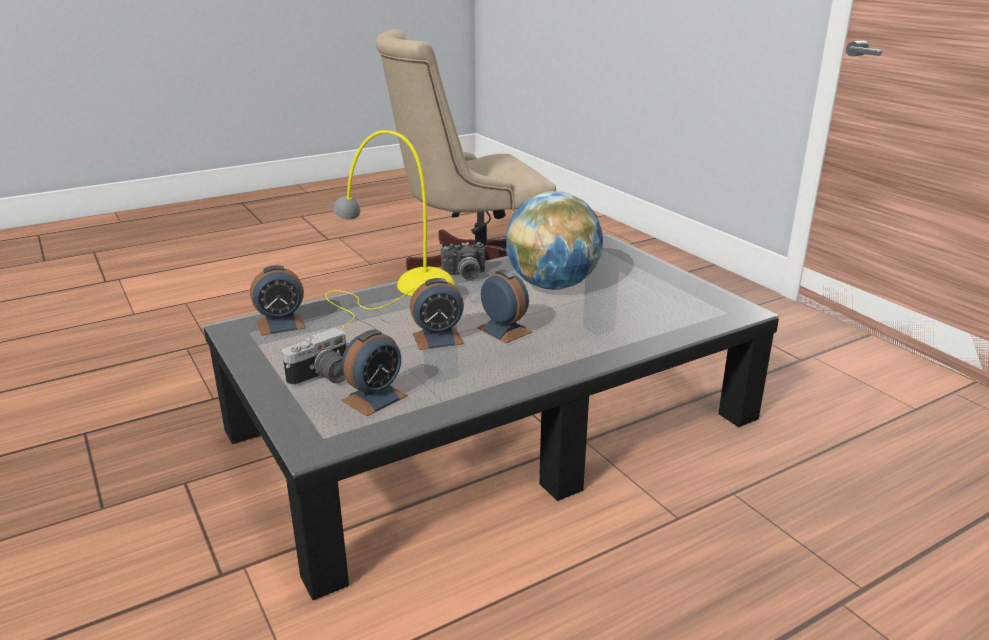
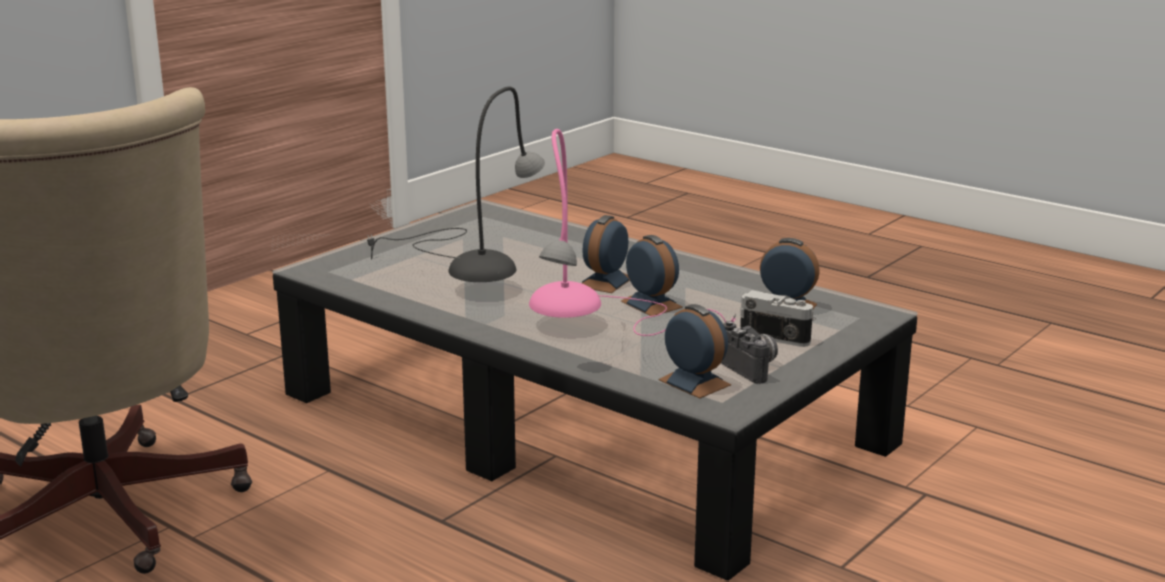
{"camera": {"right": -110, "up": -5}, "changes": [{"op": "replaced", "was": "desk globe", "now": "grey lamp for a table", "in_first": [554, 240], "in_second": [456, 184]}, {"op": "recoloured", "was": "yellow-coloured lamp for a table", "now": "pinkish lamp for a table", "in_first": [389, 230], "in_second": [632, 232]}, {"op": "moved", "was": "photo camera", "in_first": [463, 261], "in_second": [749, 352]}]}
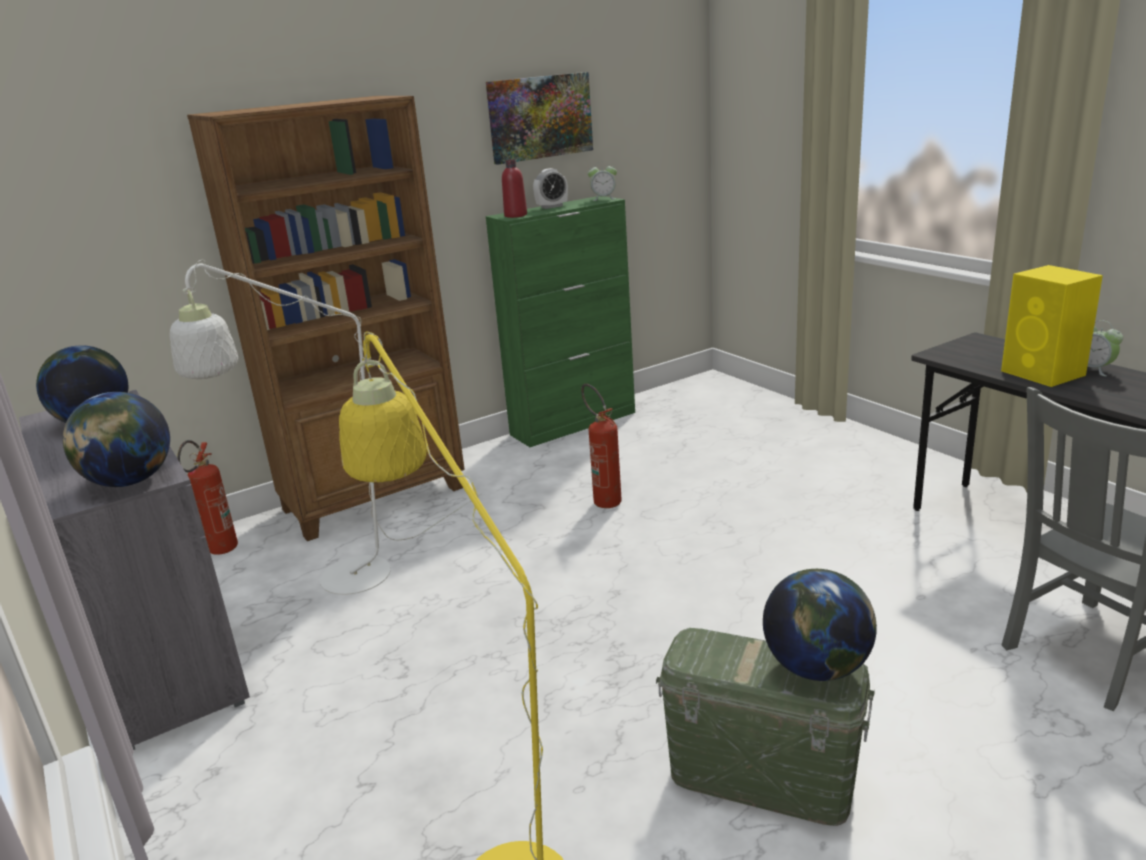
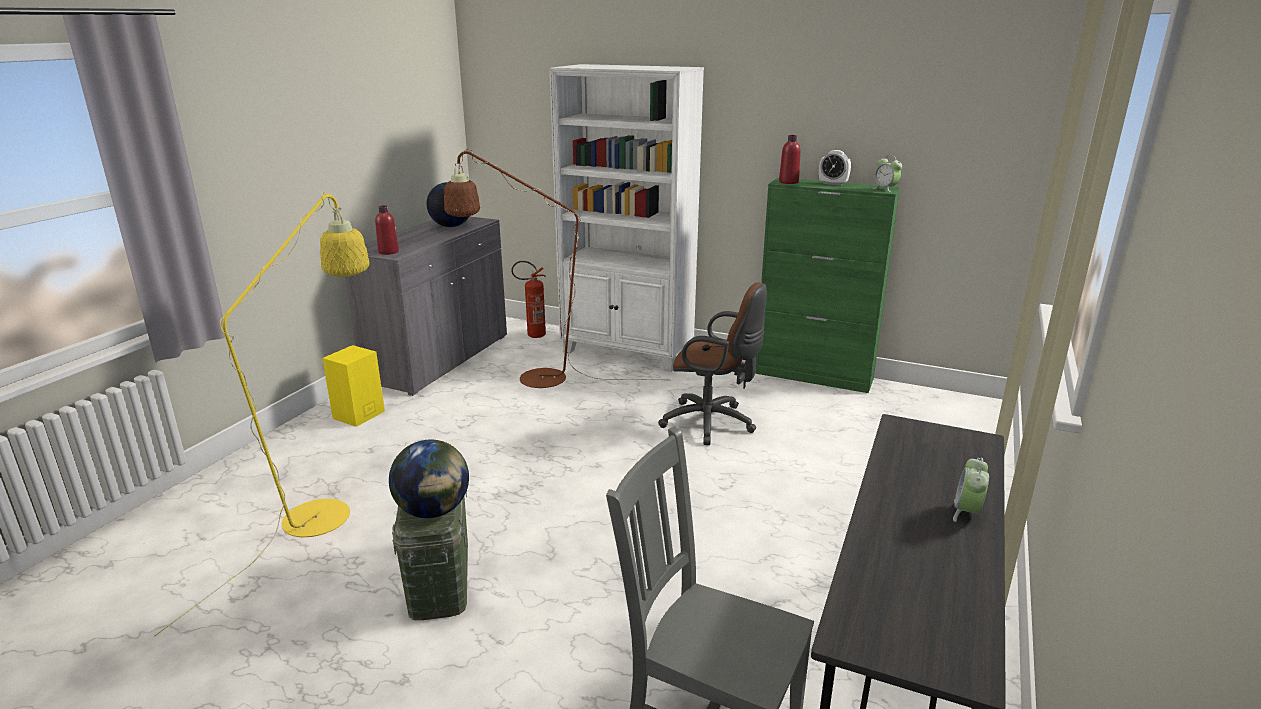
{"camera": {"right": 55, "up": 0}, "changes": [{"op": "moved", "was": "yellow-coloured speaker", "in_first": [1052, 326], "in_second": [353, 386]}, {"op": "replaced", "was": "desk globe", "now": "reddish drink bottle", "in_first": [116, 439], "in_second": [387, 230]}, {"op": "recoloured", "was": "white standing lamp", "now": "brown standing lamp", "in_first": [325, 427], "in_second": [550, 268]}, {"op": "recoloured", "was": "brown shelving unit", "now": "white shelving unit", "in_first": [326, 318], "in_second": [626, 218]}, {"op": "replaced", "was": "fire extinguisher", "now": "brown computer chair", "in_first": [601, 446], "in_second": [712, 363]}, {"op": "removed", "was": "picture", "in_first": [539, 118]}]}
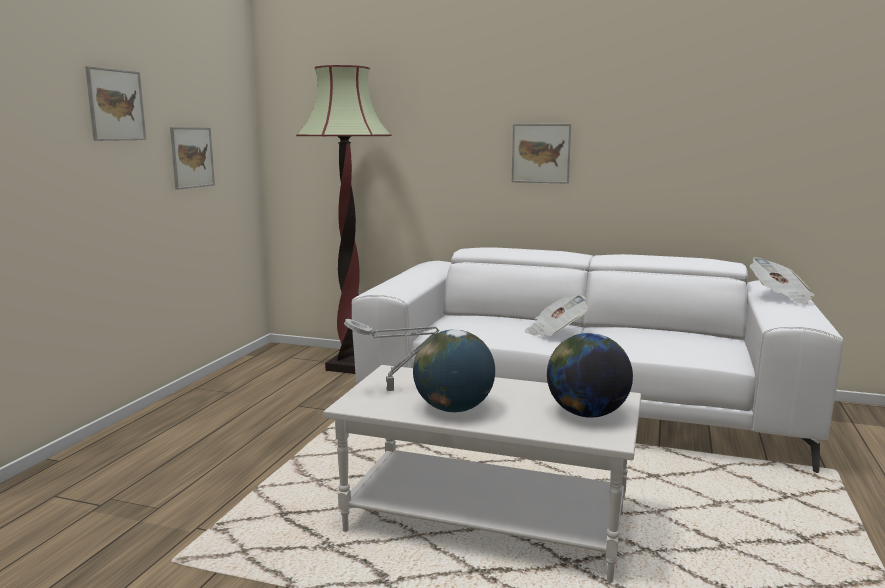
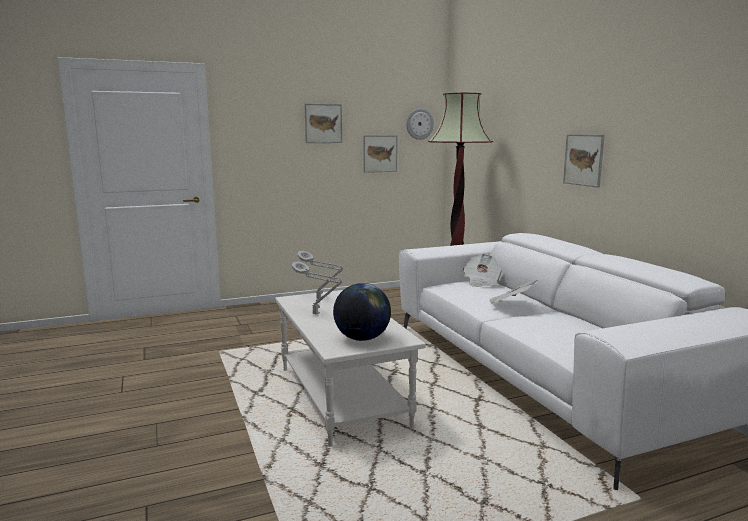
{"camera": {"right": 50, "up": 0}, "changes": [{"op": "replaced", "was": "desk globe", "now": "grey lamp for a table", "in_first": [454, 370], "in_second": [316, 288]}, {"op": "added", "now": "clock on the wall", "in_second": [420, 124]}, {"op": "moved", "was": "newspaper", "in_first": [782, 281], "in_second": [483, 270]}]}
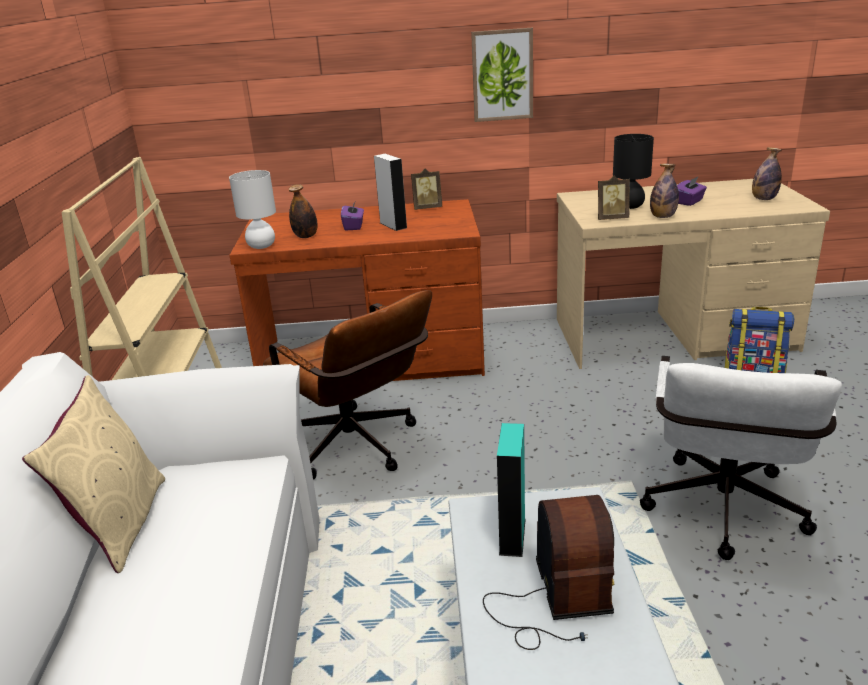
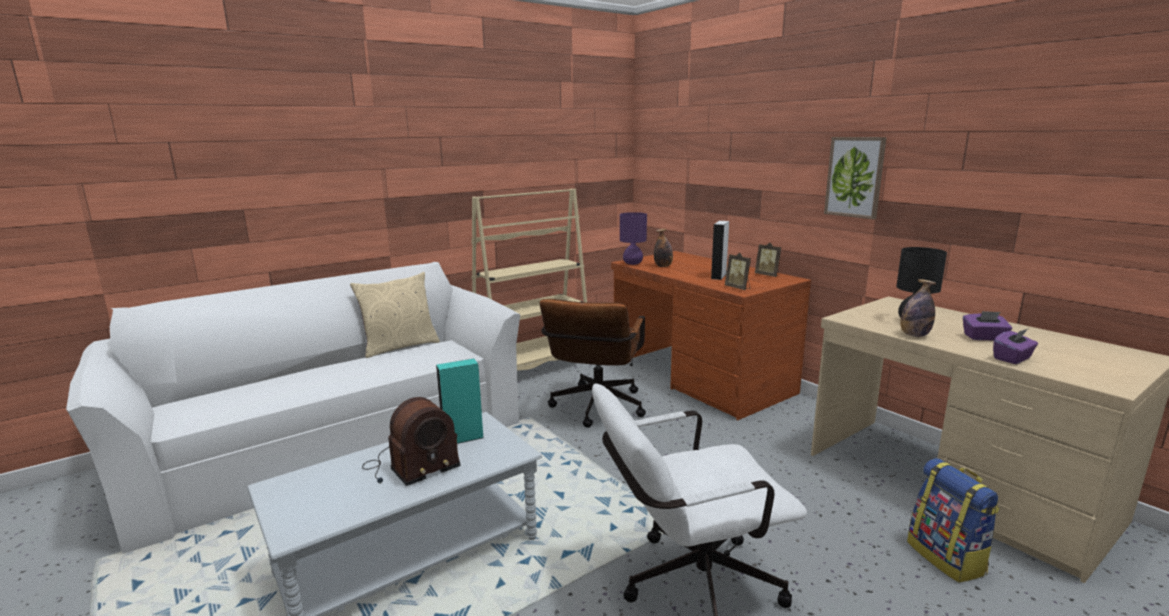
{"camera": {"right": 55, "up": -10}, "changes": [{"op": "recoloured", "was": "white lamp for a table", "now": "purplish lamp for a table", "in_first": [252, 209], "in_second": [633, 238]}, {"op": "moved", "was": "standing frame", "in_first": [614, 198], "in_second": [738, 271]}, {"op": "moved", "was": "purplish tissue box", "in_first": [352, 215], "in_second": [1015, 346]}, {"op": "removed", "was": "drink bottle", "in_first": [767, 173]}]}
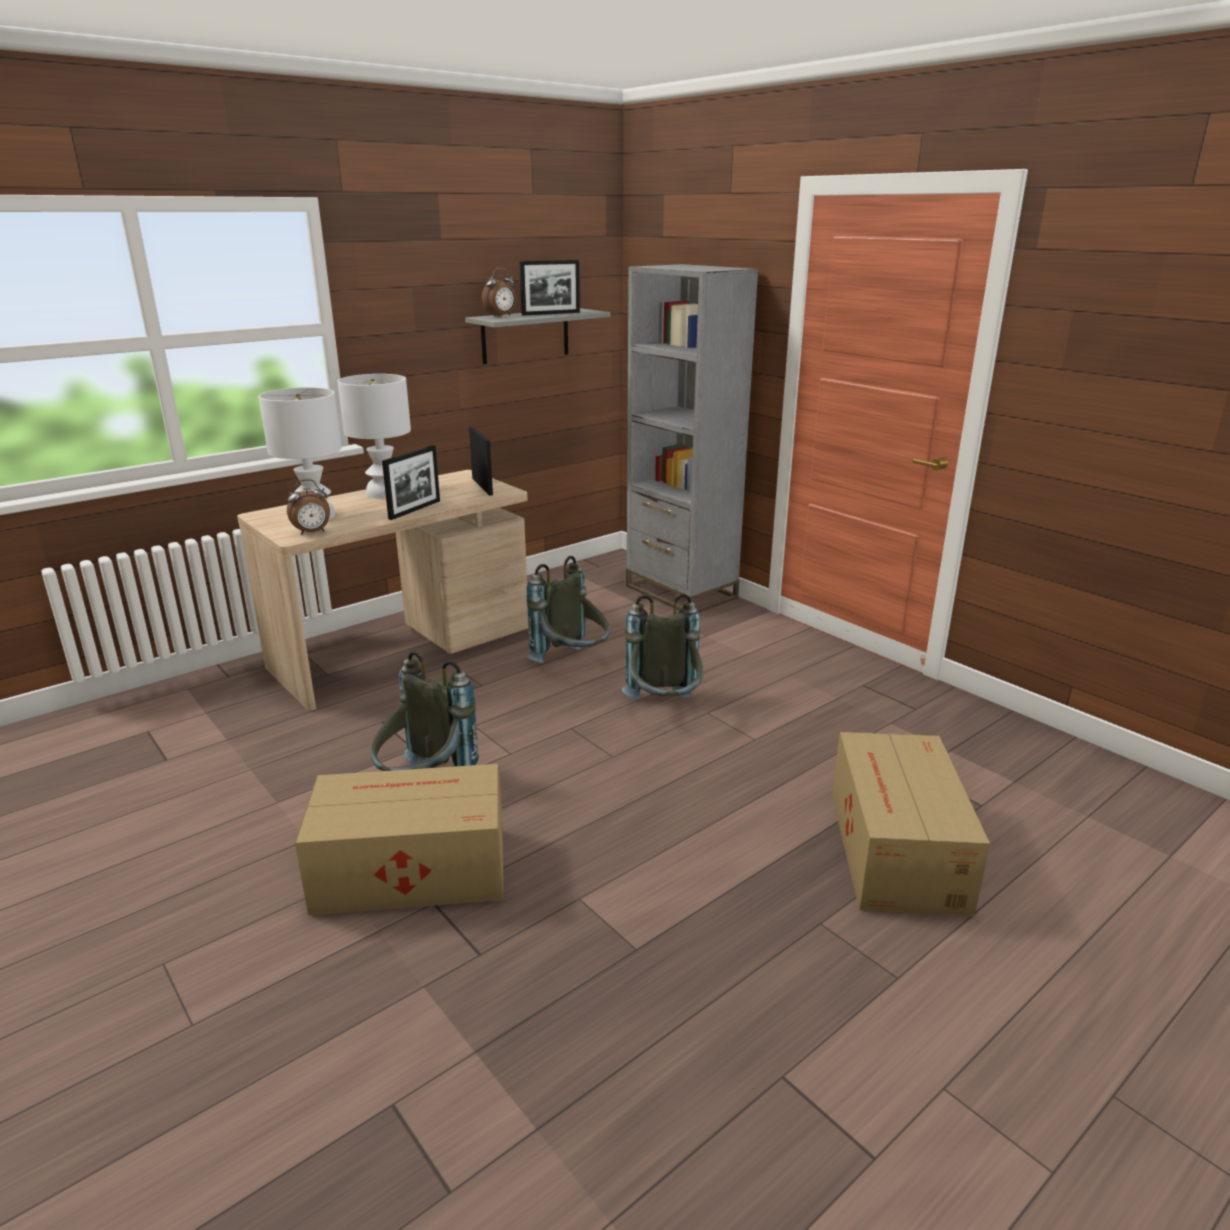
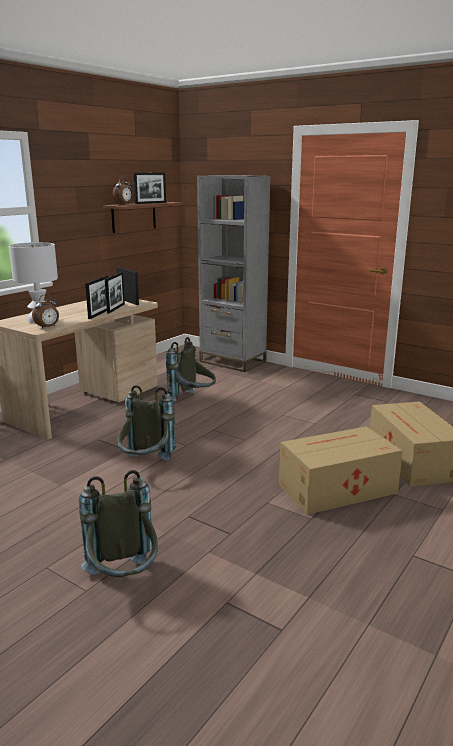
{"camera": {"right": -15, "up": -5}, "changes": [{"op": "moved", "was": "grey knapsack", "in_first": [662, 647], "in_second": [118, 523]}, {"op": "recoloured", "was": "grey shelf", "now": "brown shelf", "in_first": [537, 336], "in_second": [143, 217]}, {"op": "added", "now": "standing frame", "in_second": [115, 292]}, {"op": "moved", "was": "packing box", "in_first": [399, 840], "in_second": [341, 470]}, {"op": "removed", "was": "white lamp for a table", "in_first": [374, 436]}]}
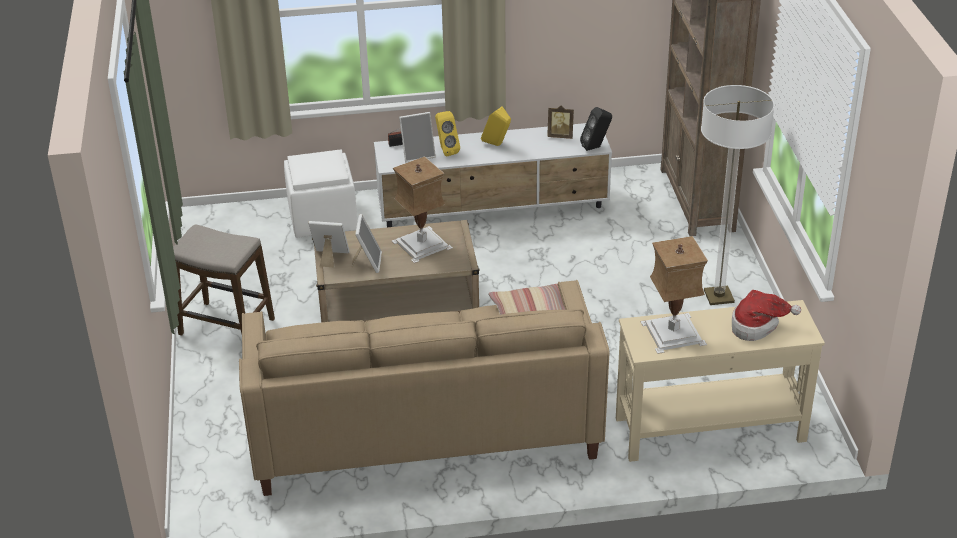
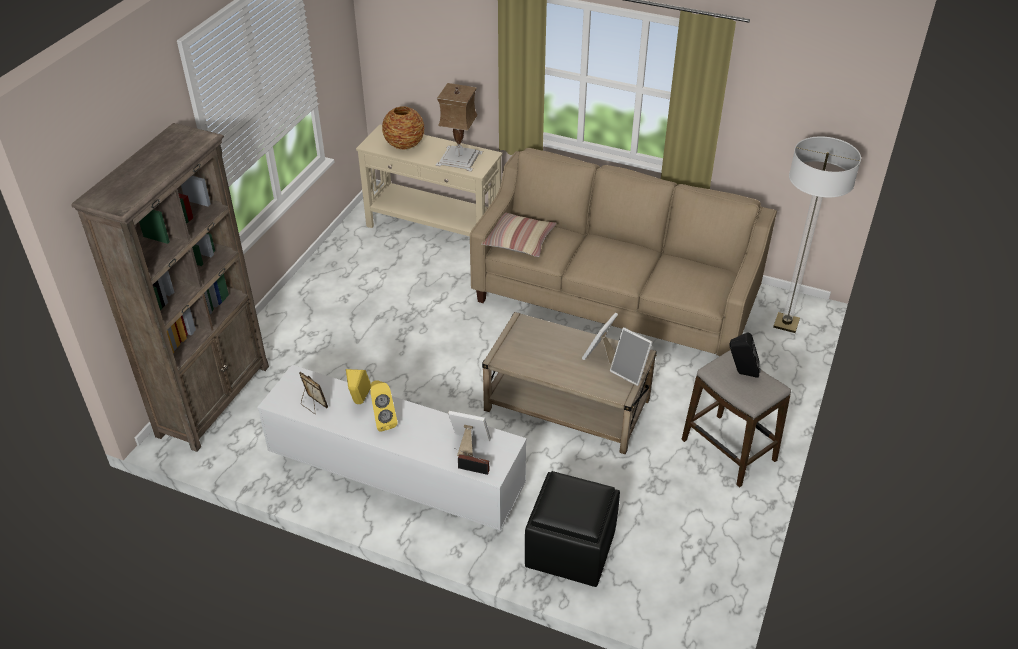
{"camera": {"right": -150, "up": 5}, "changes": [{"op": "moved", "was": "yellow-coloured speaker", "in_first": [447, 133], "in_second": [358, 386]}, {"op": "replaced", "was": "wearable hat", "now": "flower vase", "in_first": [766, 315], "in_second": [403, 128]}, {"op": "recoloured", "was": "white pouffe", "now": "black-coloured pouffe", "in_first": [320, 194], "in_second": [572, 529]}, {"op": "moved", "was": "black-coloured speaker", "in_first": [596, 129], "in_second": [745, 355]}, {"op": "moved", "was": "standing lamp", "in_first": [738, 195], "in_second": [817, 234]}, {"op": "removed", "was": "lamp for a table", "in_first": [422, 209]}]}
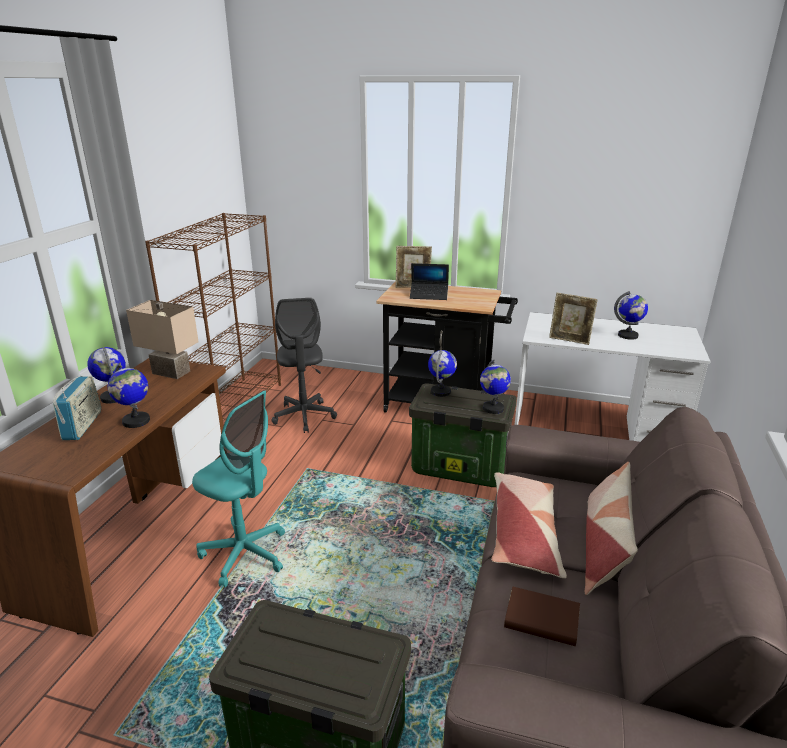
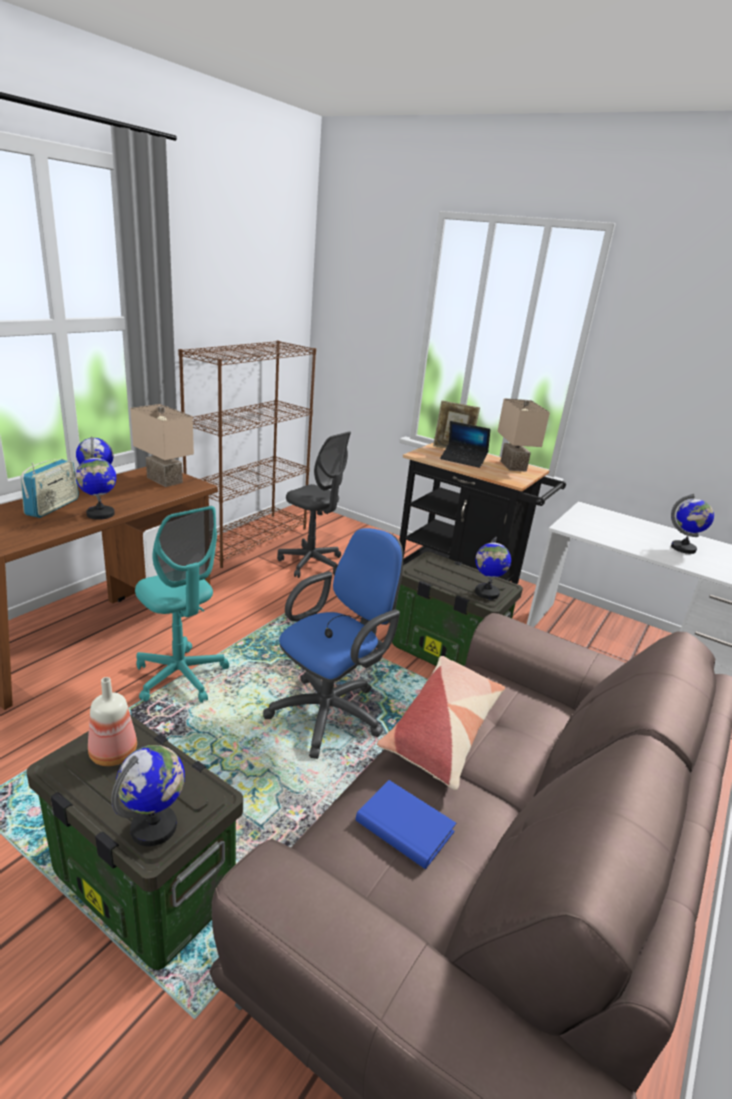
{"camera": {"right": 15, "up": 0}, "changes": [{"op": "added", "now": "drink bottle", "in_second": [112, 721]}, {"op": "moved", "was": "desk globe", "in_first": [442, 373], "in_second": [148, 795]}, {"op": "added", "now": "blue computer chair", "in_second": [333, 643]}, {"op": "turned", "was": "grey computer chair", "in_first": [304, 365], "in_second": [314, 504], "clockwise": -60}, {"op": "recoloured", "was": "brown bound book", "now": "blue bound book", "in_first": [542, 616], "in_second": [406, 824]}, {"op": "added", "now": "sand-coloured lamp for a table", "in_second": [523, 435]}, {"op": "removed", "was": "standing frame", "in_first": [573, 319]}, {"op": "removed", "was": "throw pillow", "in_first": [611, 528]}]}
